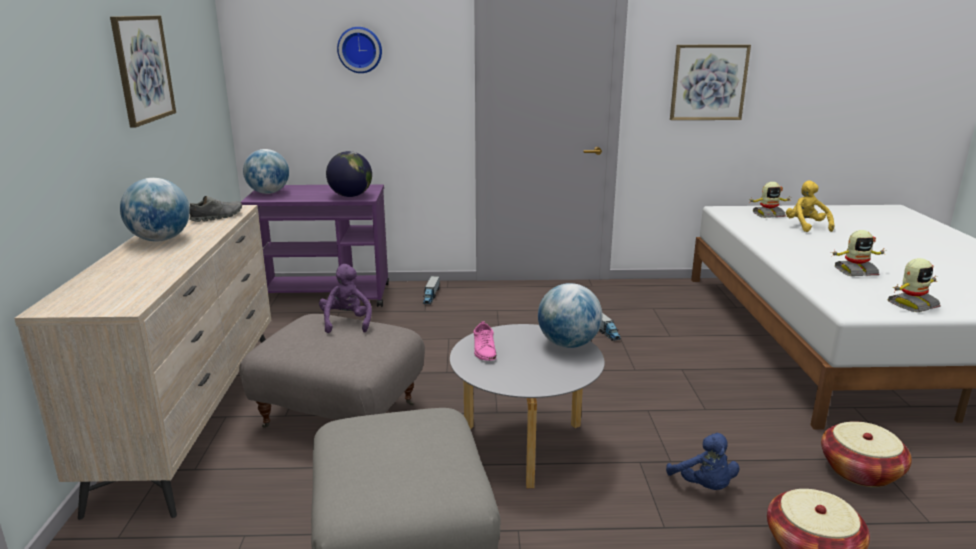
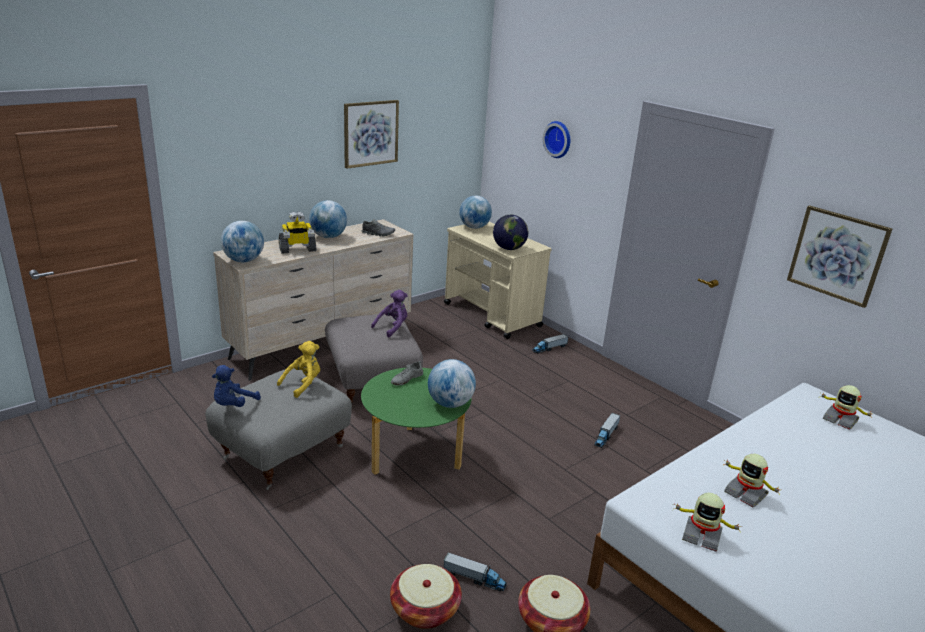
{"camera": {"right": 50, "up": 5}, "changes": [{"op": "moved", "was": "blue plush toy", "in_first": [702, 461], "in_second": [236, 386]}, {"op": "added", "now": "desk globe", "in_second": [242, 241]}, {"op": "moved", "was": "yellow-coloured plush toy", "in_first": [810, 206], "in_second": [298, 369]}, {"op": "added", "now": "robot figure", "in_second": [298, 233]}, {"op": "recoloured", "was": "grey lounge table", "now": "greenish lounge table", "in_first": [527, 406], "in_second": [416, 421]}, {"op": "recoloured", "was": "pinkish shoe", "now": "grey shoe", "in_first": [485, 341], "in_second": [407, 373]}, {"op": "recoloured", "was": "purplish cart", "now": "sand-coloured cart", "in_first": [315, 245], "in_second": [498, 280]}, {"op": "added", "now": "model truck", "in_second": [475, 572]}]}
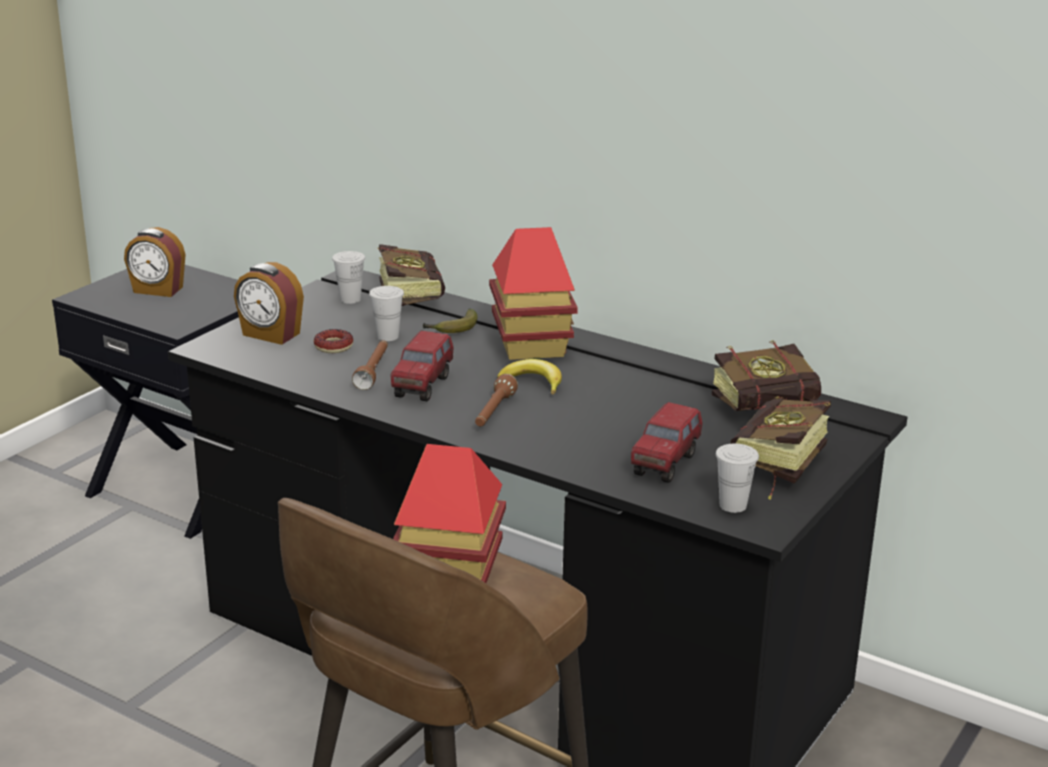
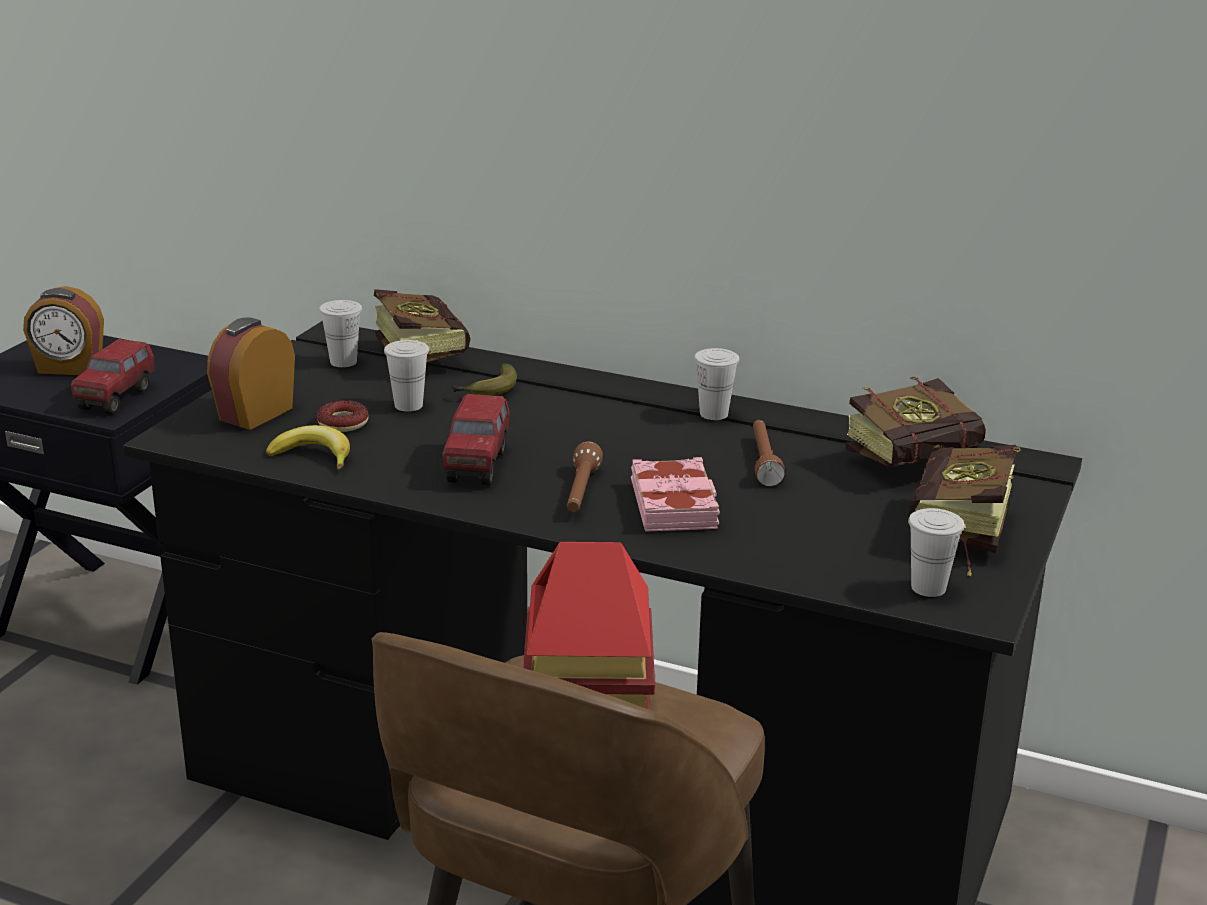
{"camera": {"right": -10, "up": 0}, "changes": [{"op": "moved", "was": "model truck", "in_first": [667, 442], "in_second": [113, 376]}, {"op": "turned", "was": "table clock", "in_first": [269, 303], "in_second": [251, 373], "clockwise": 105}, {"op": "moved", "was": "whole banana", "in_first": [529, 377], "in_second": [308, 447]}, {"op": "added", "now": "pinkish bound book", "in_second": [675, 494]}, {"op": "added", "now": "white small cup", "in_second": [716, 384]}, {"op": "moved", "was": "brown flashlight", "in_first": [370, 365], "in_second": [769, 453]}, {"op": "removed", "was": "toy house", "in_first": [533, 293]}]}
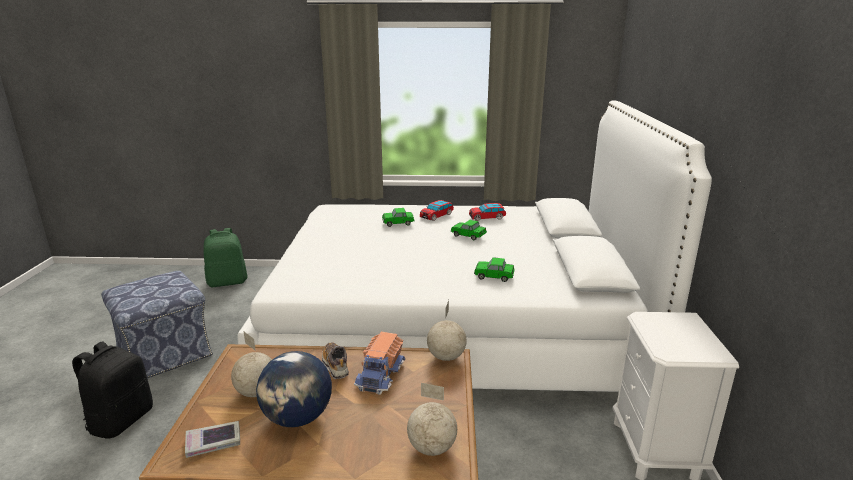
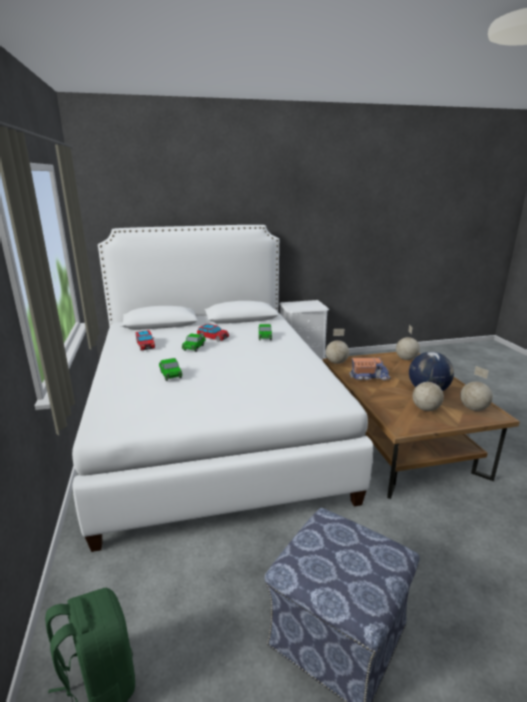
{"camera": {"right": -105, "up": 0}, "changes": [{"op": "moved", "was": "model car", "in_first": [437, 210], "in_second": [213, 333]}, {"op": "replaced", "was": "bound book", "now": "desk globe", "in_first": [212, 439], "in_second": [476, 388]}, {"op": "removed", "was": "black-coloured knapsack", "in_first": [112, 390]}, {"op": "removed", "was": "shoe", "in_first": [335, 360]}]}
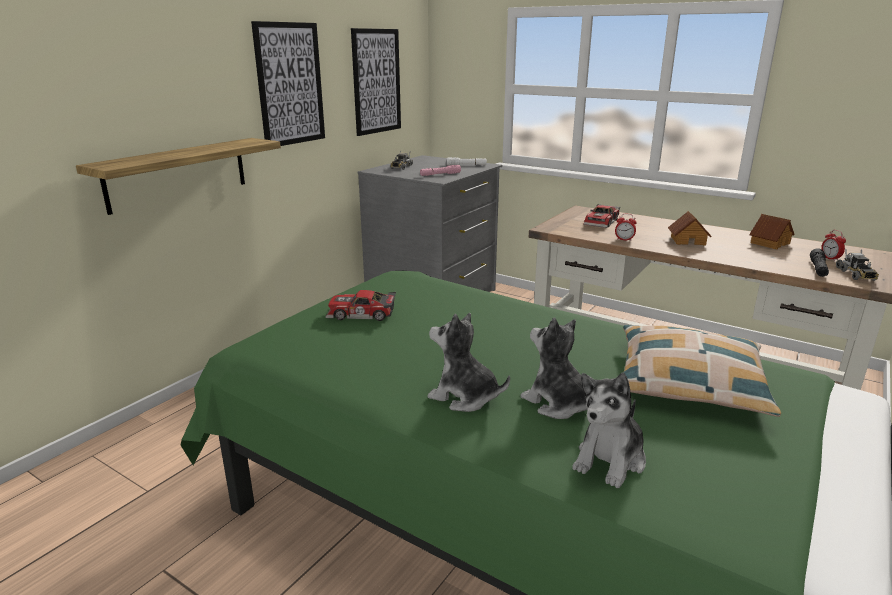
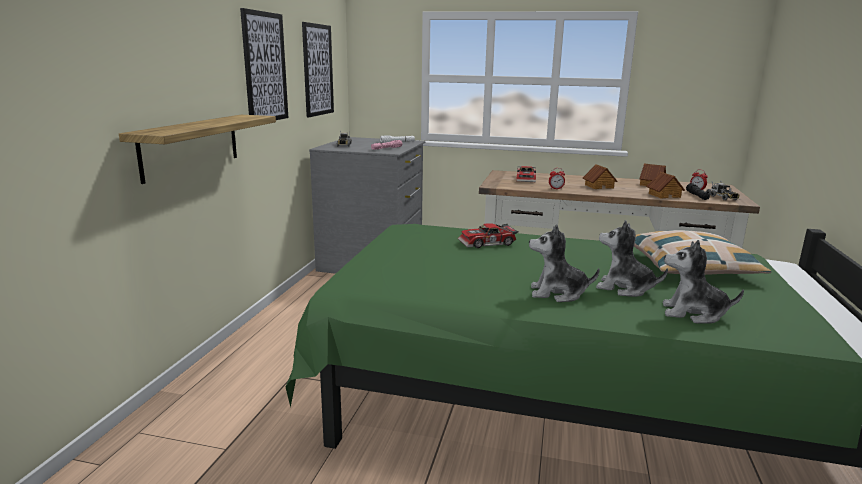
{"camera": {"right": -20, "up": -5}, "changes": [{"op": "moved", "was": "model car", "in_first": [361, 305], "in_second": [488, 235]}, {"op": "added", "now": "toy house", "in_second": [665, 185]}, {"op": "turned", "was": "plush toy", "in_first": [609, 430], "in_second": [703, 282], "clockwise": 90}]}
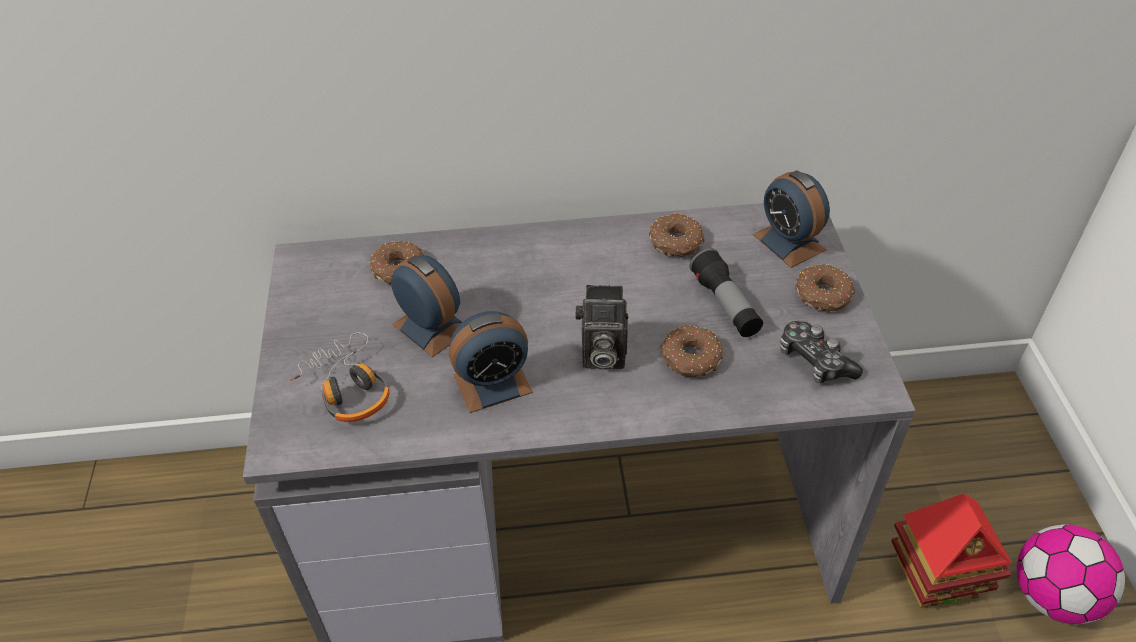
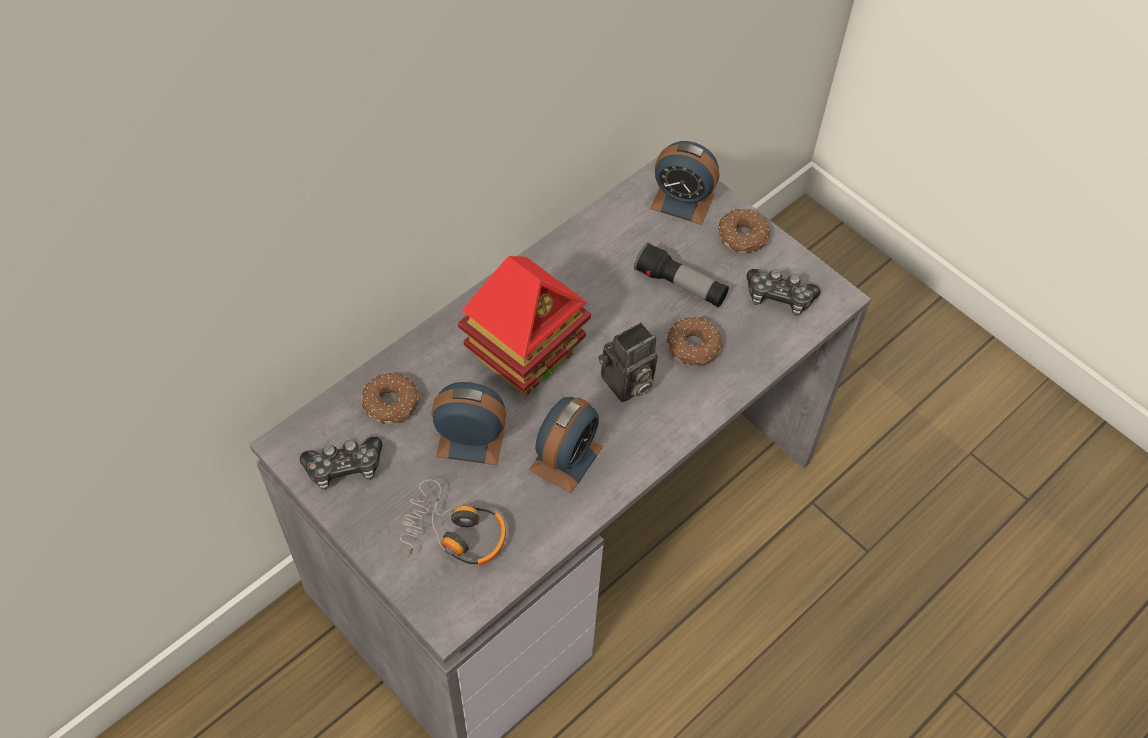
{"camera": {"right": -40, "up": 10}, "changes": [{"op": "added", "now": "gamepad", "in_second": [341, 463]}, {"op": "moved", "was": "toy house", "in_first": [951, 551], "in_second": [524, 326]}, {"op": "removed", "was": "donut", "in_first": [677, 235]}, {"op": "removed", "was": "football ball", "in_first": [1071, 574]}]}
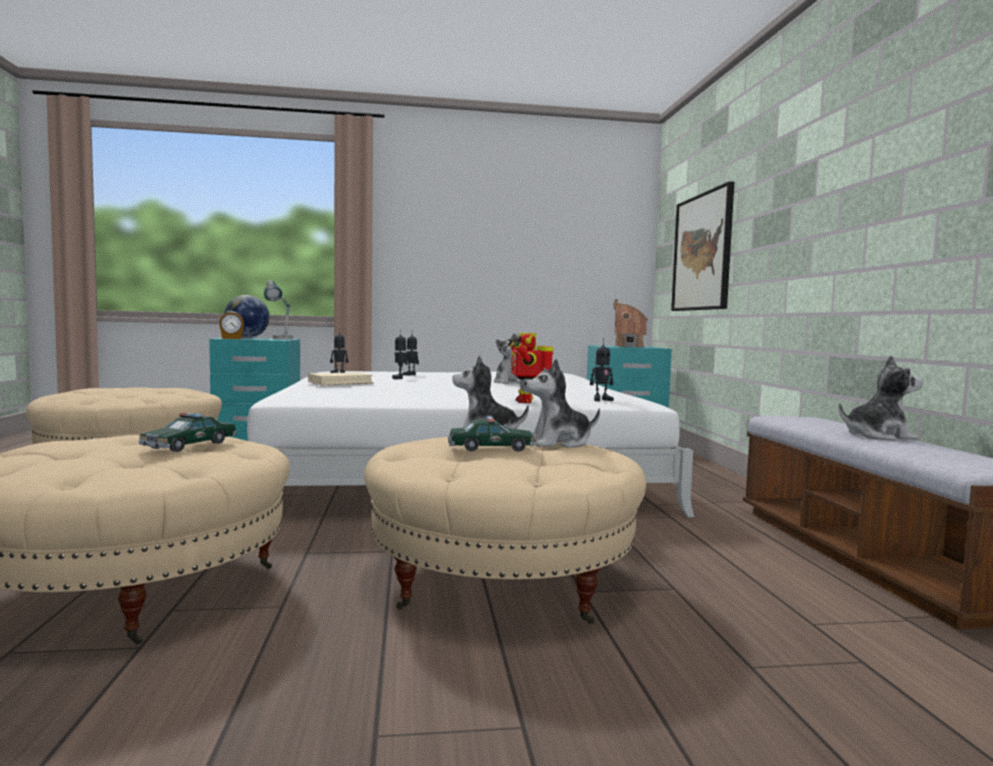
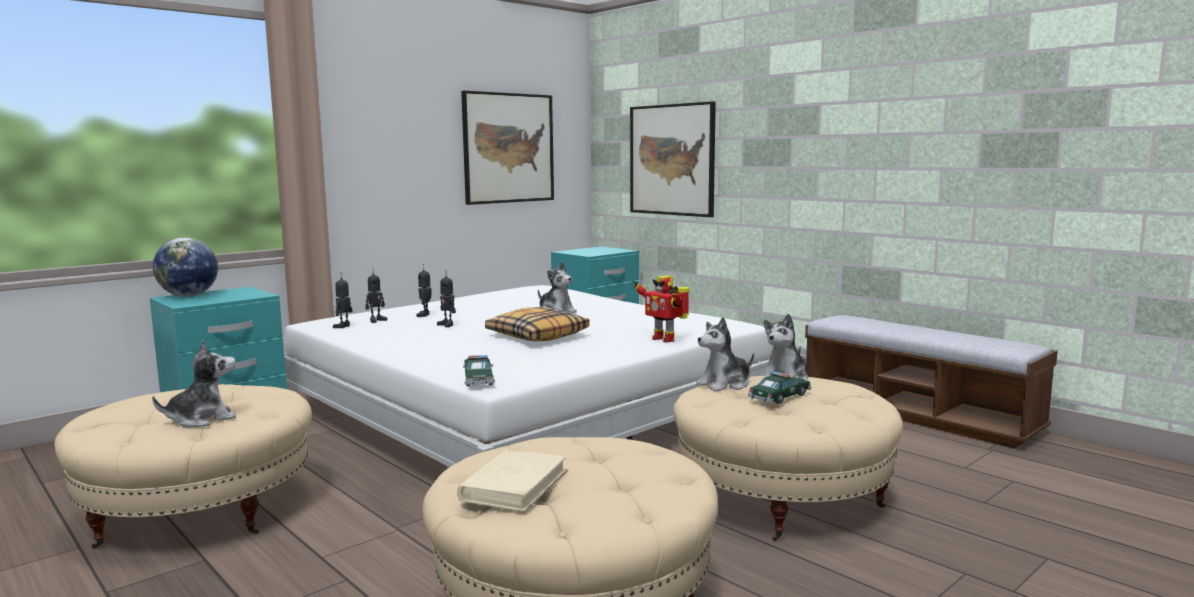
{"camera": {"right": -35, "up": 5}, "changes": [{"op": "moved", "was": "plush toy", "in_first": [881, 398], "in_second": [194, 383]}, {"op": "moved", "was": "robot figure", "in_first": [602, 369], "in_second": [376, 298]}, {"op": "moved", "was": "sand-coloured bound book", "in_first": [341, 378], "in_second": [512, 480]}, {"op": "added", "now": "picture", "in_second": [507, 148]}, {"op": "moved", "was": "model car", "in_first": [187, 432], "in_second": [479, 370]}, {"op": "added", "now": "throw pillow", "in_second": [537, 324]}, {"op": "removed", "was": "table clock", "in_first": [231, 325]}, {"op": "removed", "was": "lamp for a table", "in_first": [278, 309]}, {"op": "removed", "was": "toy house", "in_first": [630, 323]}]}
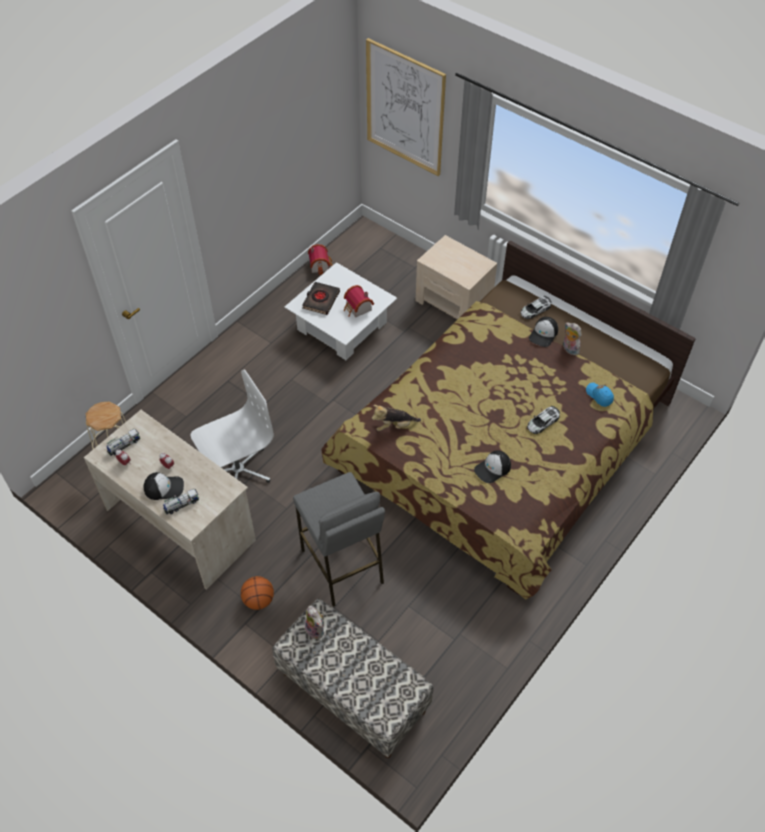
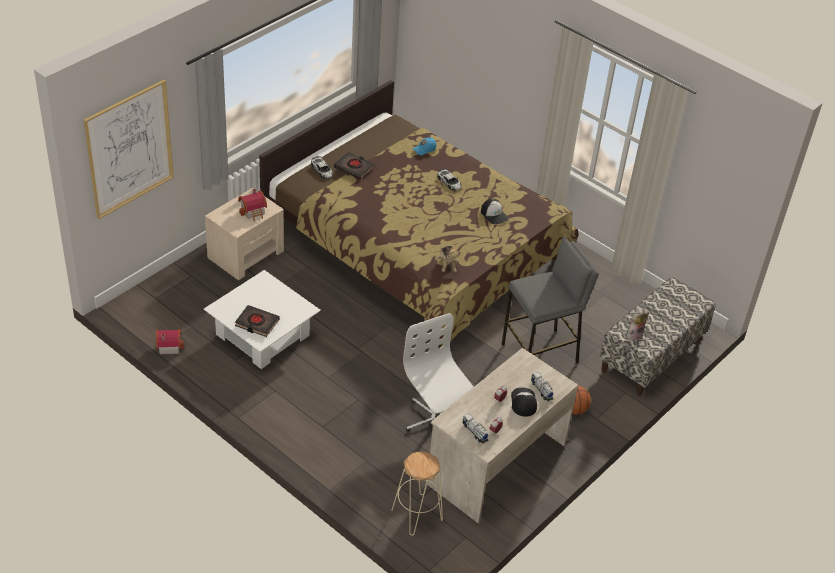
{"camera": {"right": -90, "up": -10}, "changes": [{"op": "moved", "was": "toy house", "in_first": [359, 301], "in_second": [252, 205]}, {"op": "replaced", "was": "peaked cap", "now": "black-coloured bound book", "in_first": [543, 332], "in_second": [354, 166]}, {"op": "removed", "was": "plush toy", "in_first": [572, 338]}]}
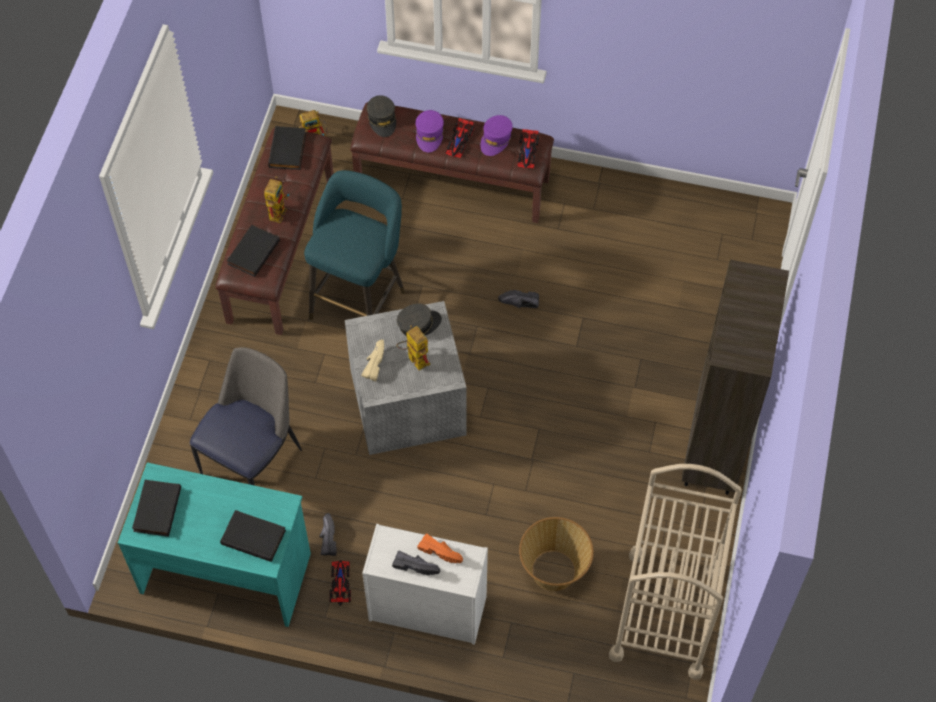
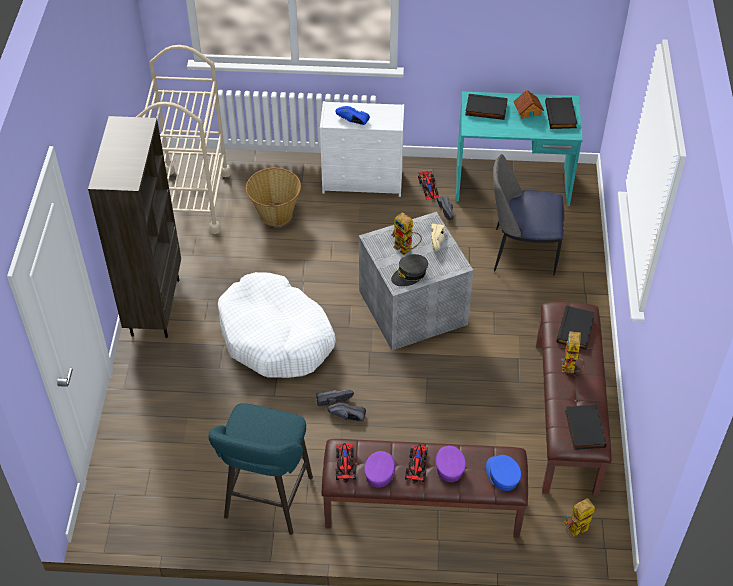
{"camera": {"right": 170, "up": -10}, "changes": [{"op": "moved", "was": "turquoise-coloured sitting stool", "in_first": [354, 245], "in_second": [260, 469]}, {"op": "added", "now": "white dog cushion", "in_second": [277, 325]}, {"op": "moved", "was": "black-coloured shoe", "in_first": [416, 563], "in_second": [346, 412]}, {"op": "recoloured", "was": "orange shoe", "now": "blue shoe", "in_first": [440, 548], "in_second": [352, 115]}, {"op": "recoloured", "was": "grey peaked cap", "now": "blue peaked cap", "in_first": [381, 116], "in_second": [503, 473]}, {"op": "turned", "was": "chair", "in_first": [246, 416], "in_second": [528, 215], "clockwise": 75}, {"op": "added", "now": "toy house", "in_second": [528, 104]}]}
